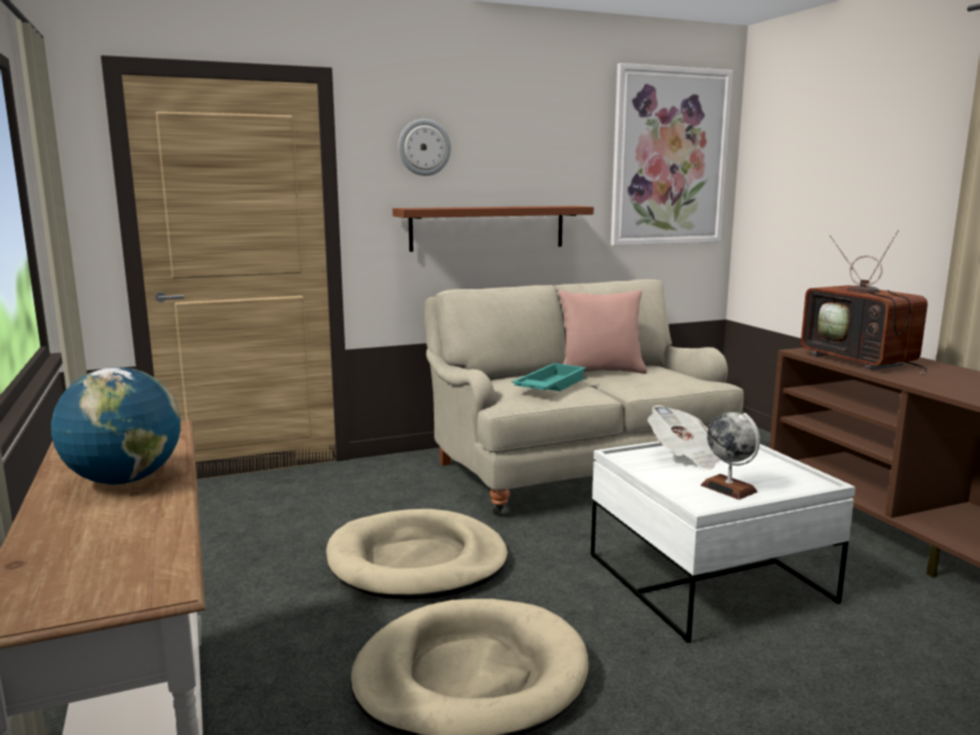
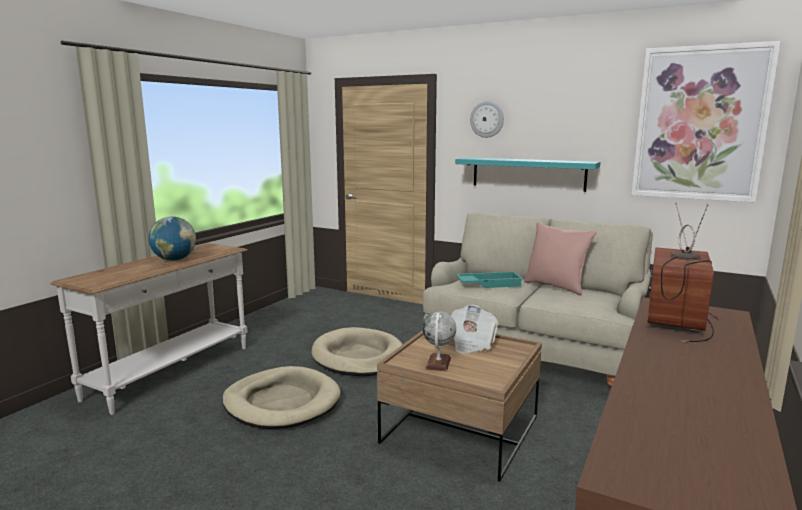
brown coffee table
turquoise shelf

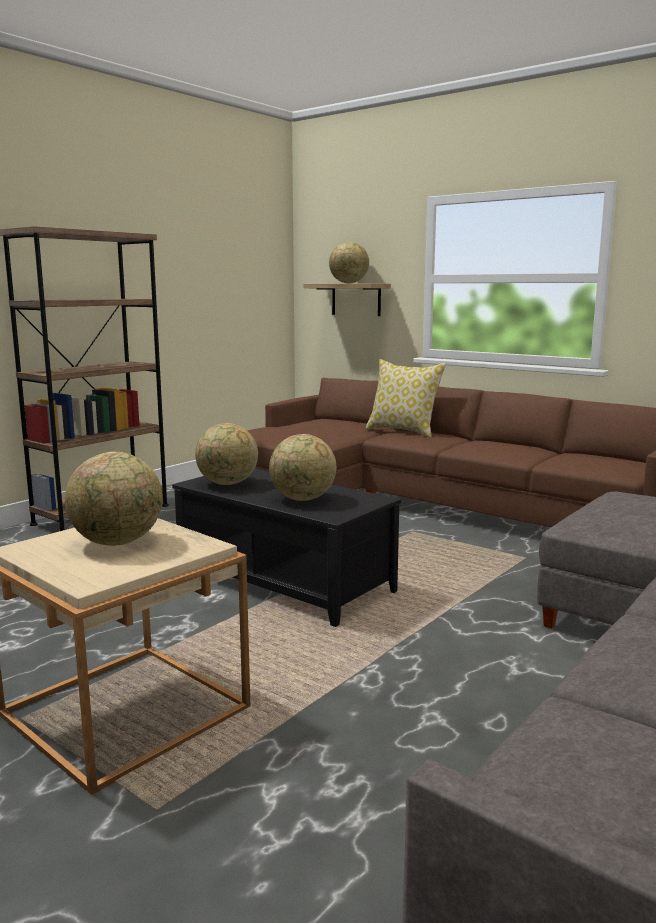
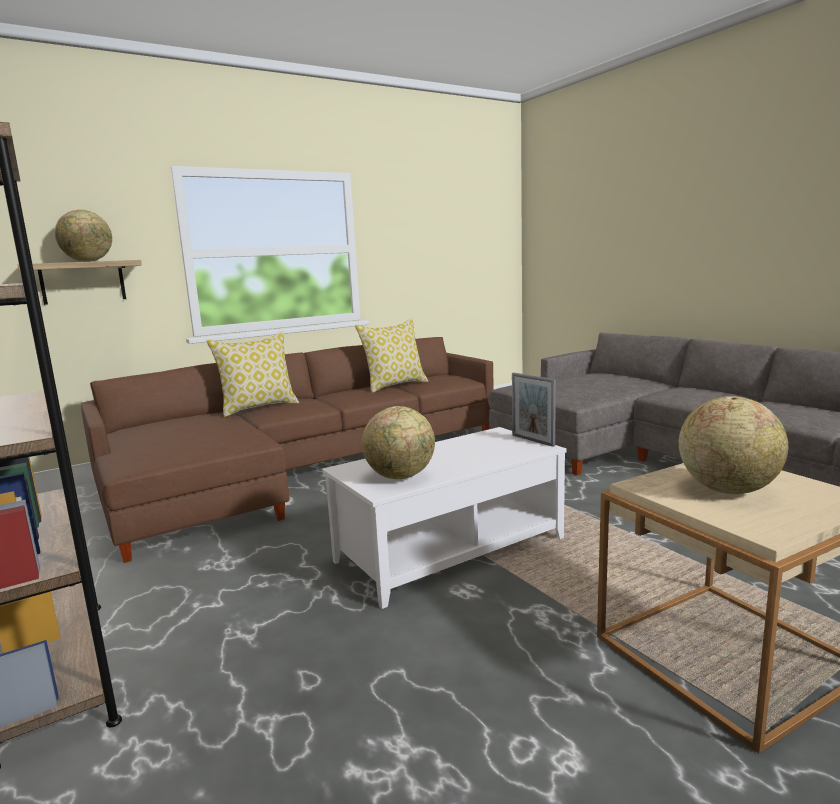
white coffee table
pillow (2nd from left)
picture frame
globe (3rd from left in the first image)

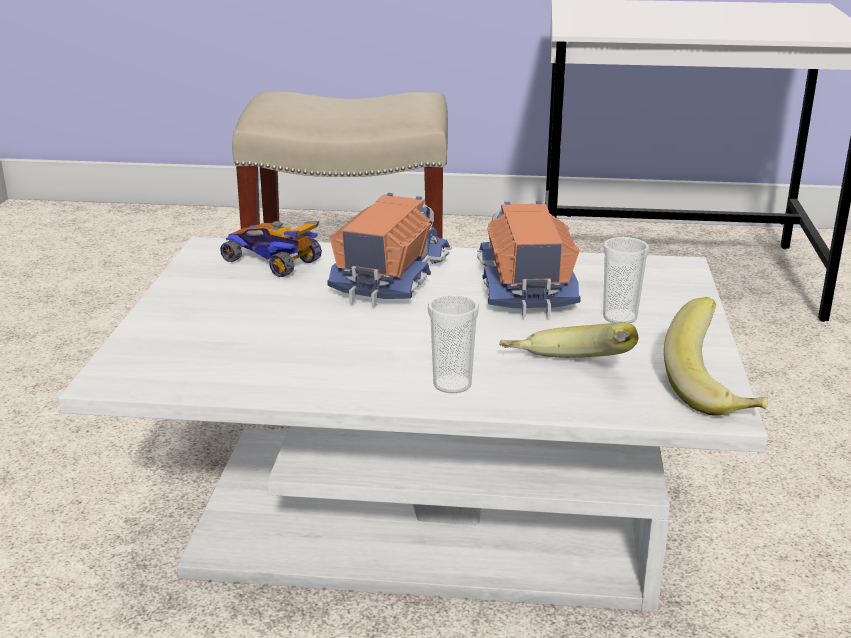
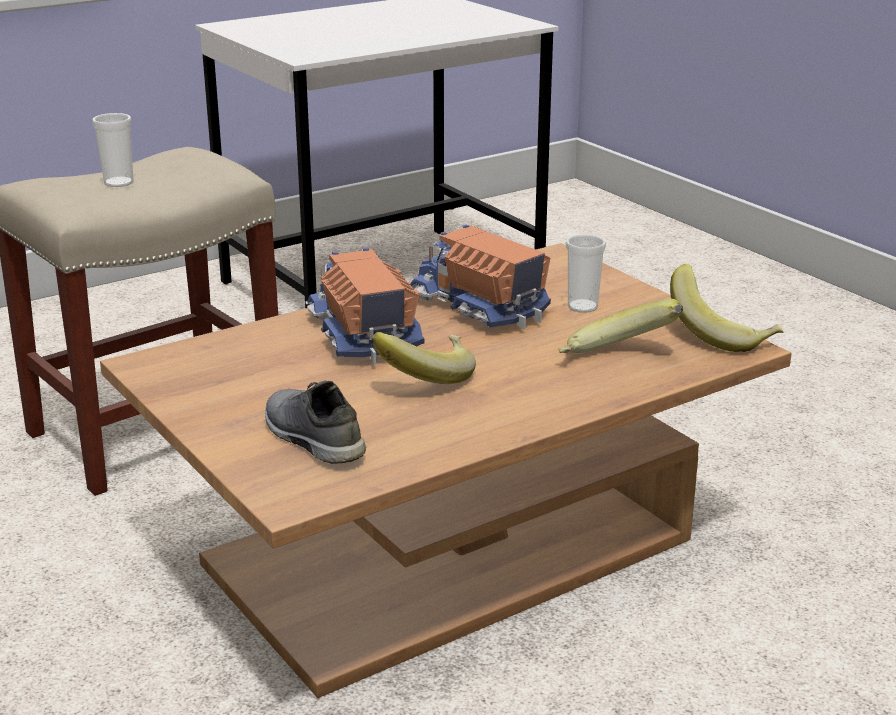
cup (1st from left)
brown coffee table
grey shoe
banana (1st from left)
toy car

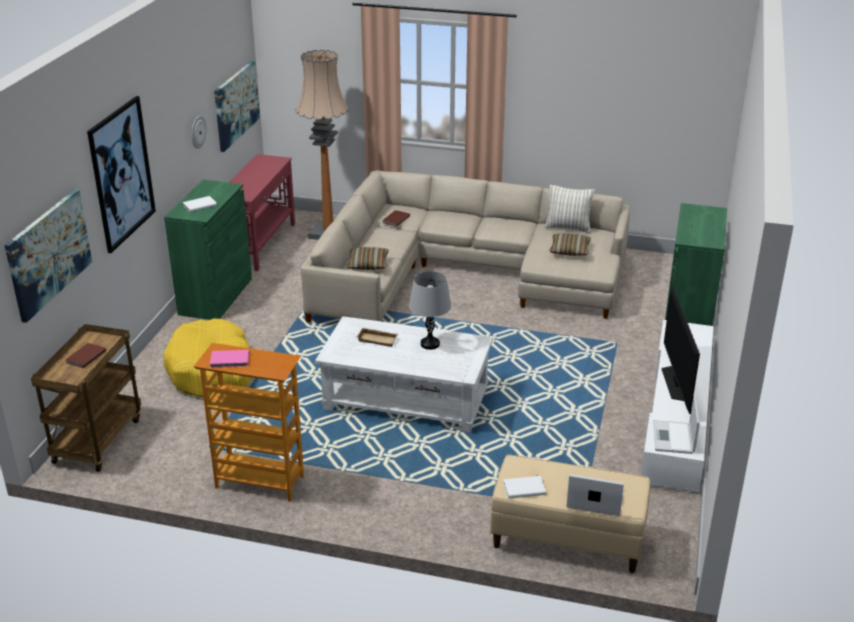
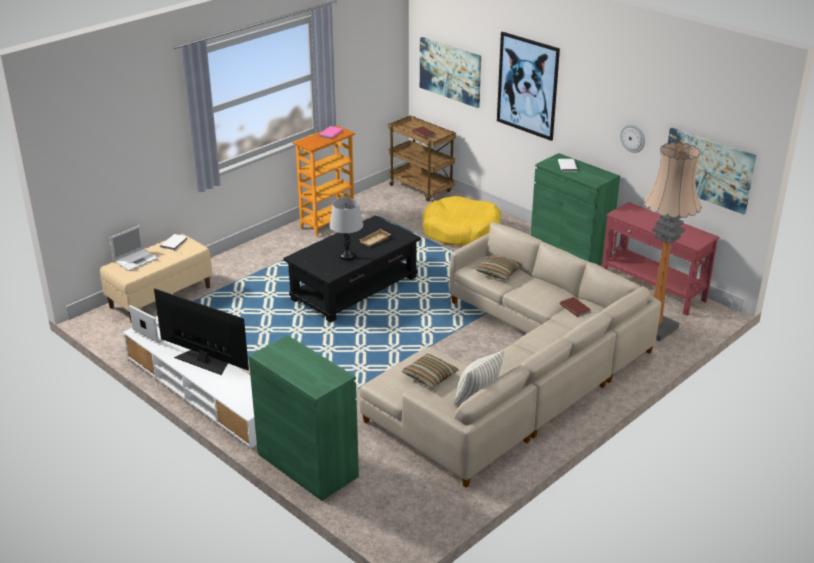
black coffee table

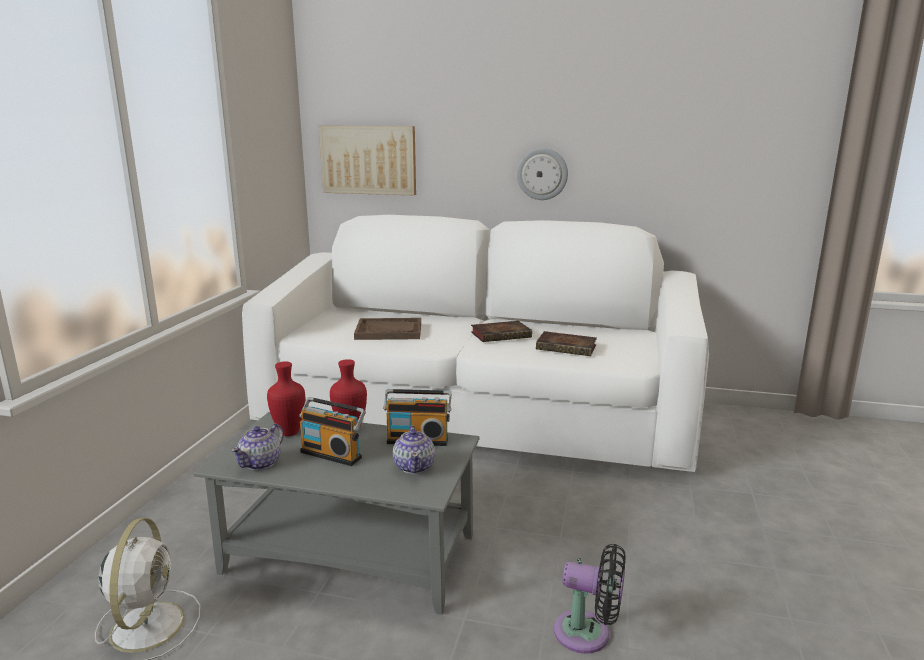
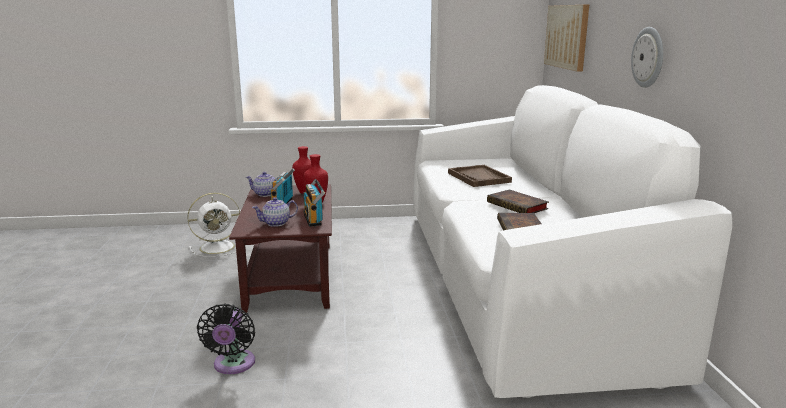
brown coffee table

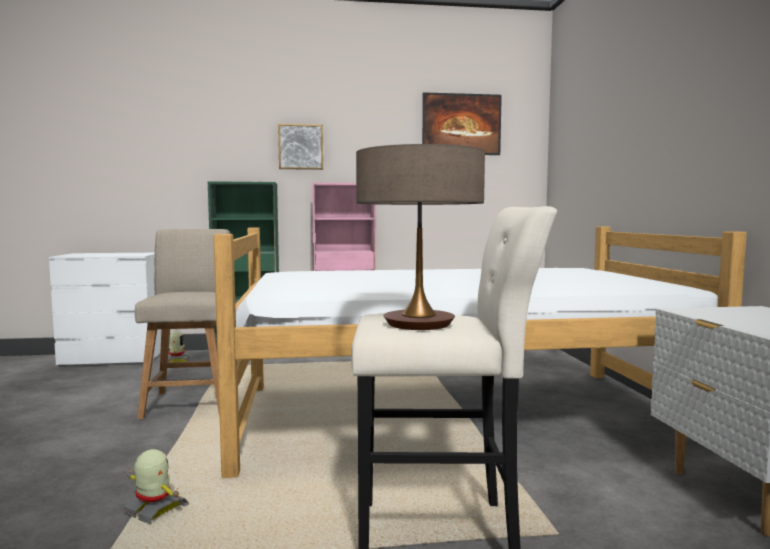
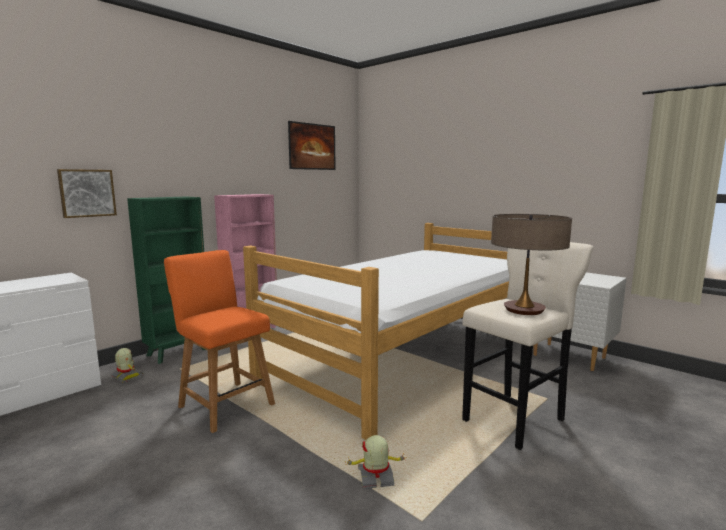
picture (1st from left)
orange chair

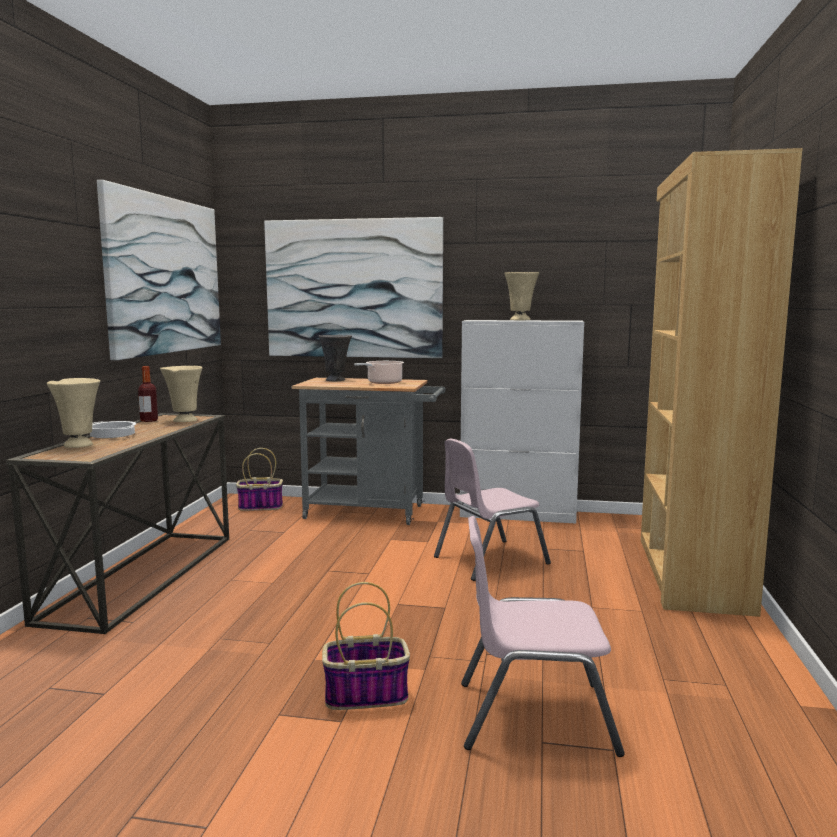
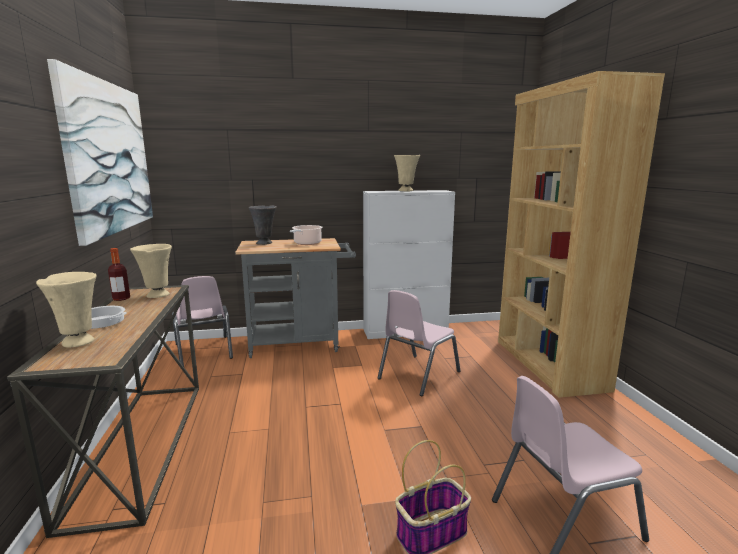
pink chair (1st from left)
picture (2nd from left in the first image)

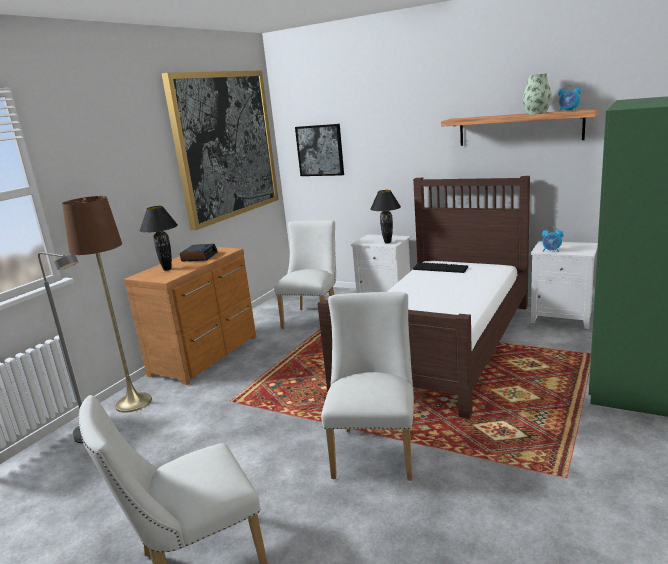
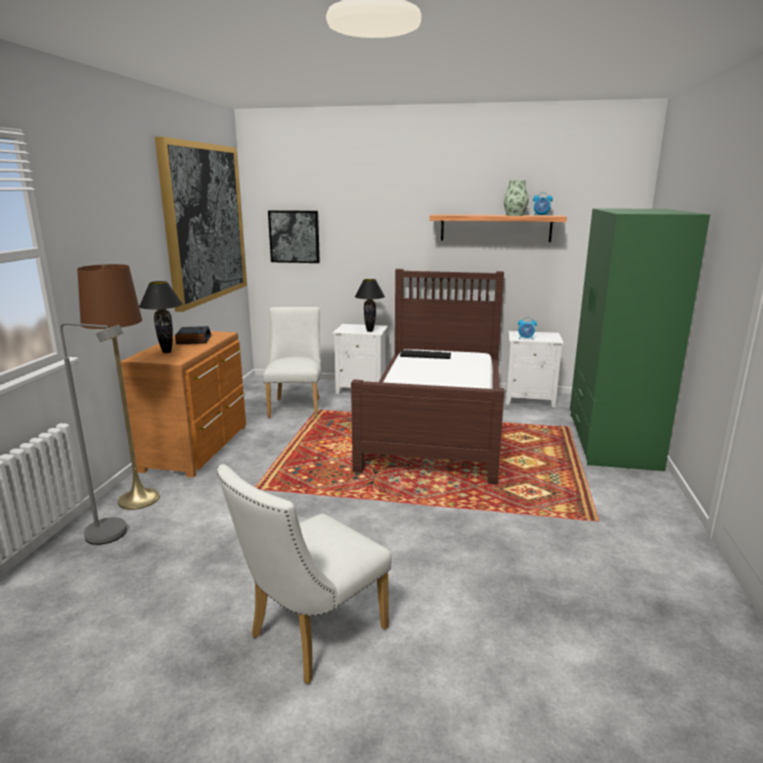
white chair (3rd from left in the first image)

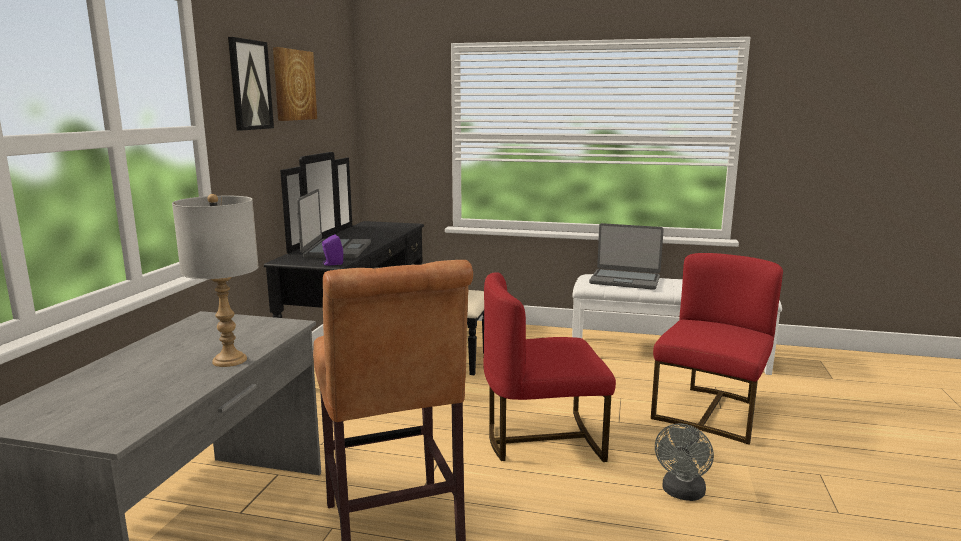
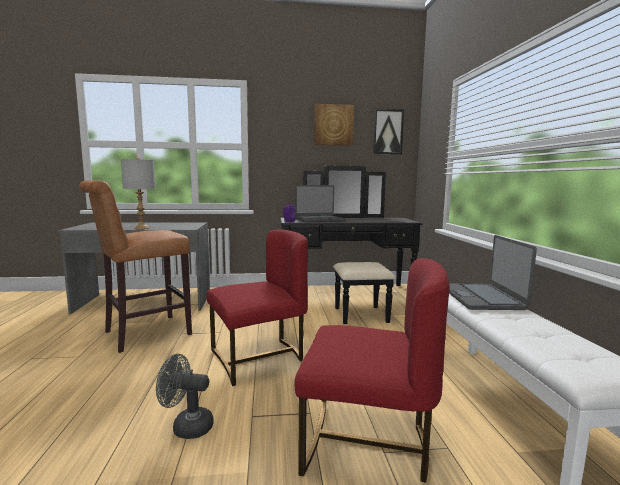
red chair (1st from left)
picture (2nd from left)

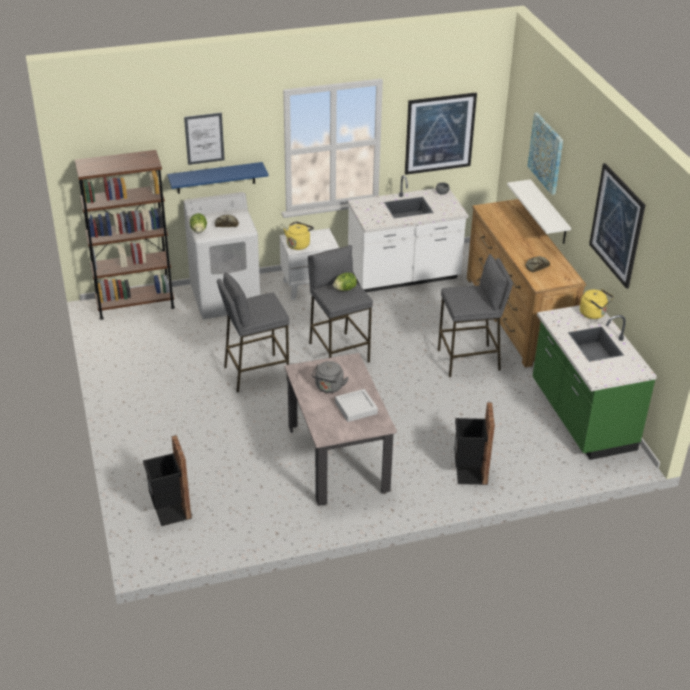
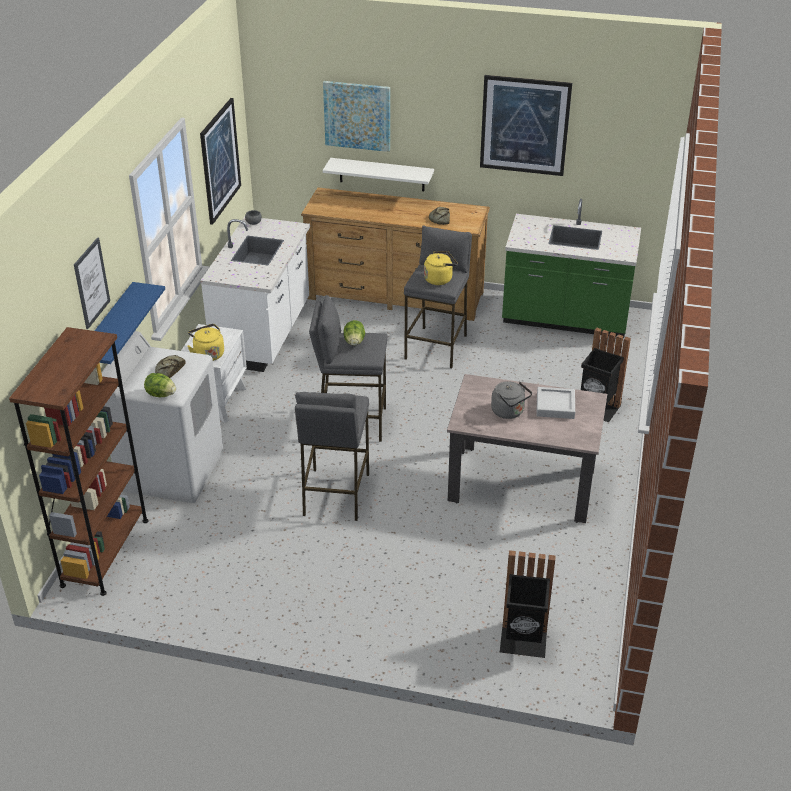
yellow kettle (2nd from left)

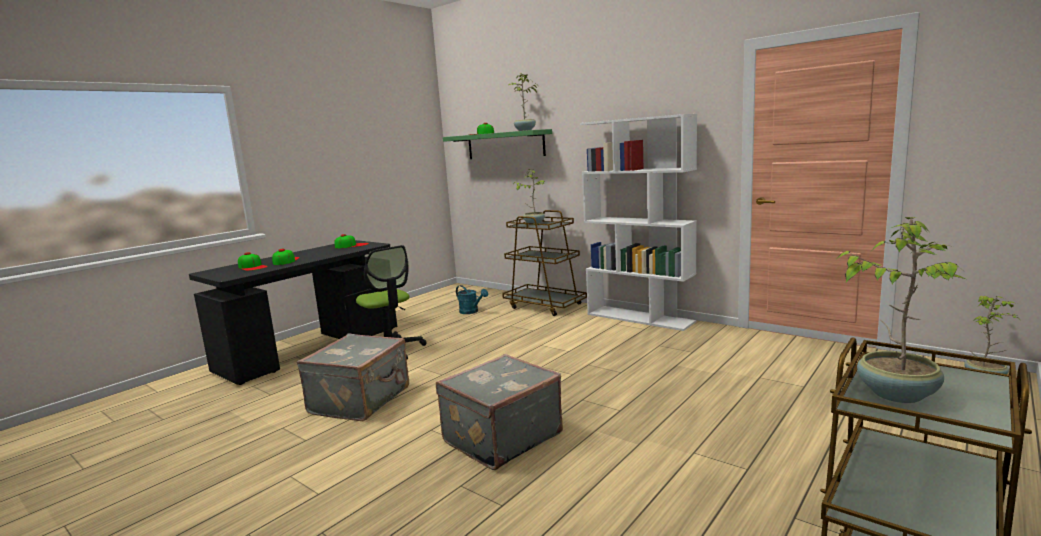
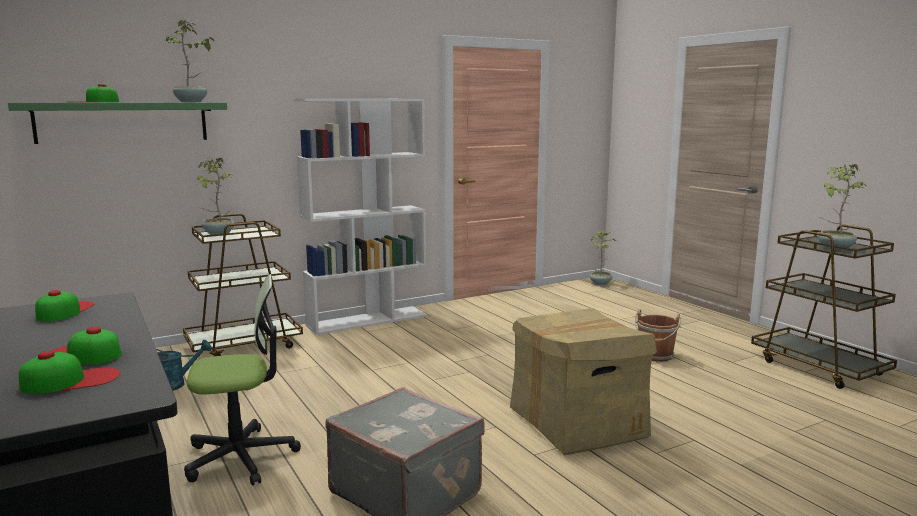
cardboard box
brown bucket

